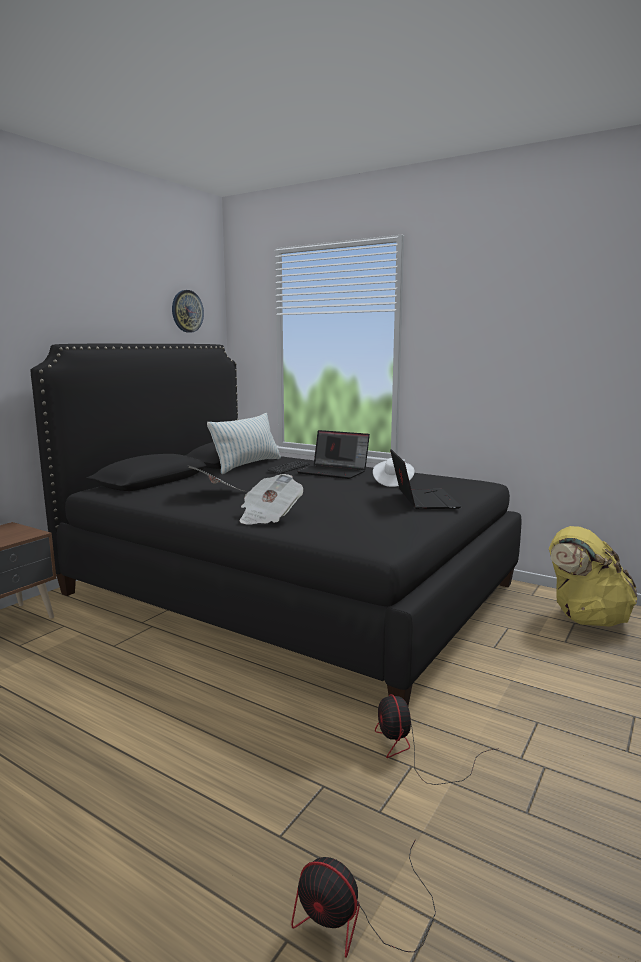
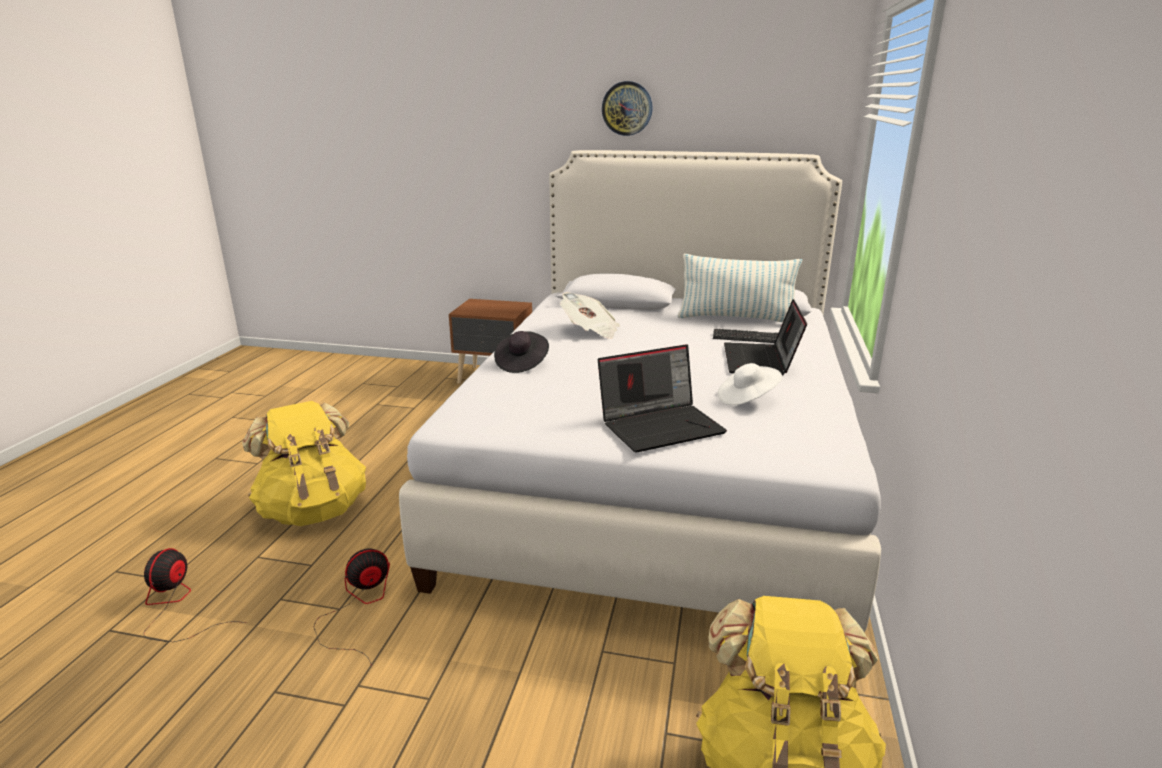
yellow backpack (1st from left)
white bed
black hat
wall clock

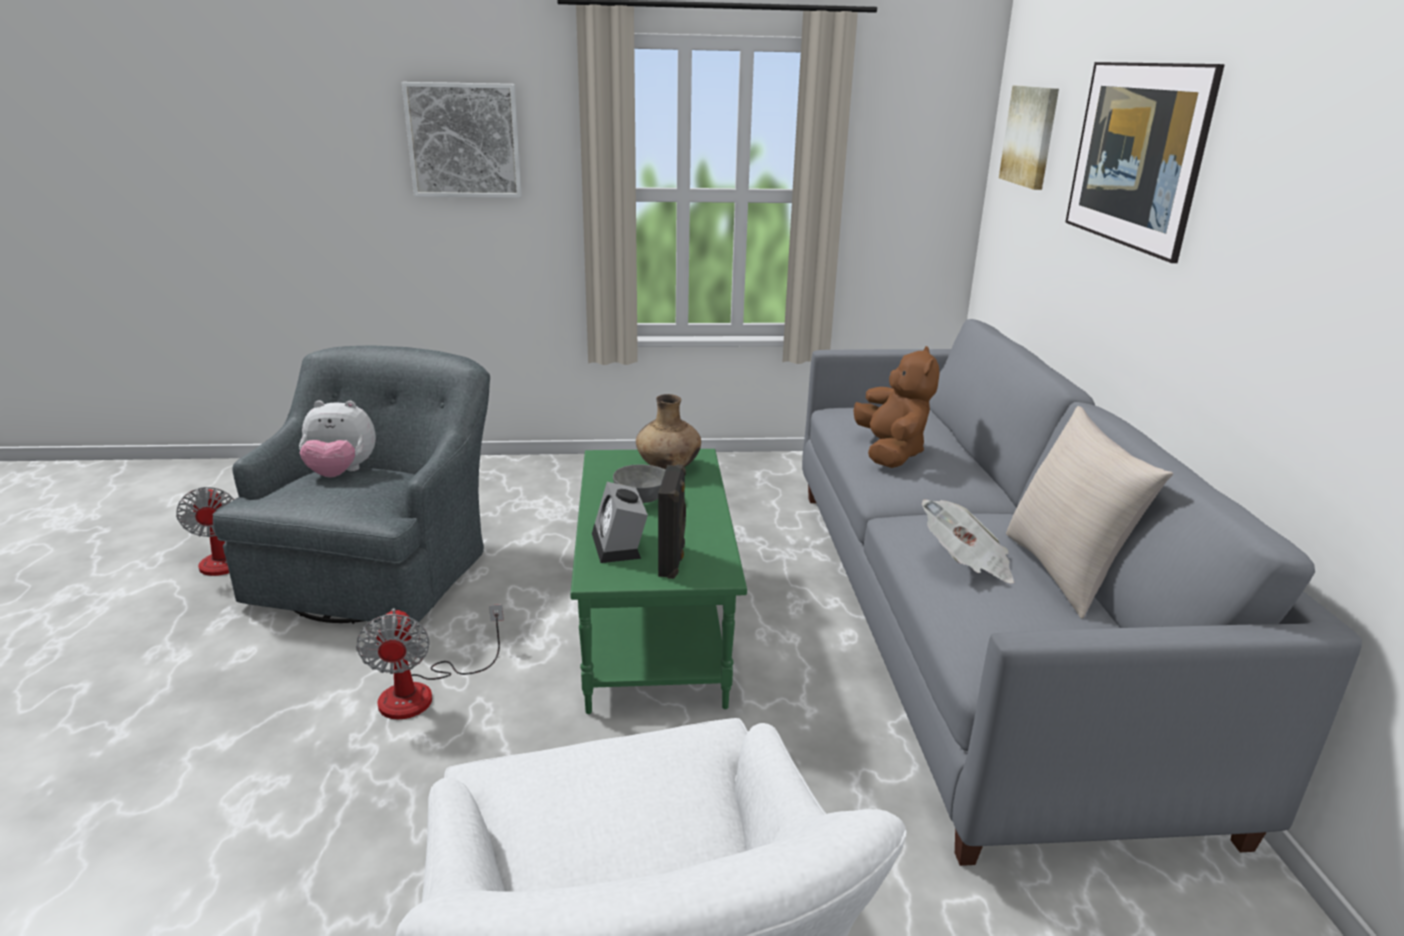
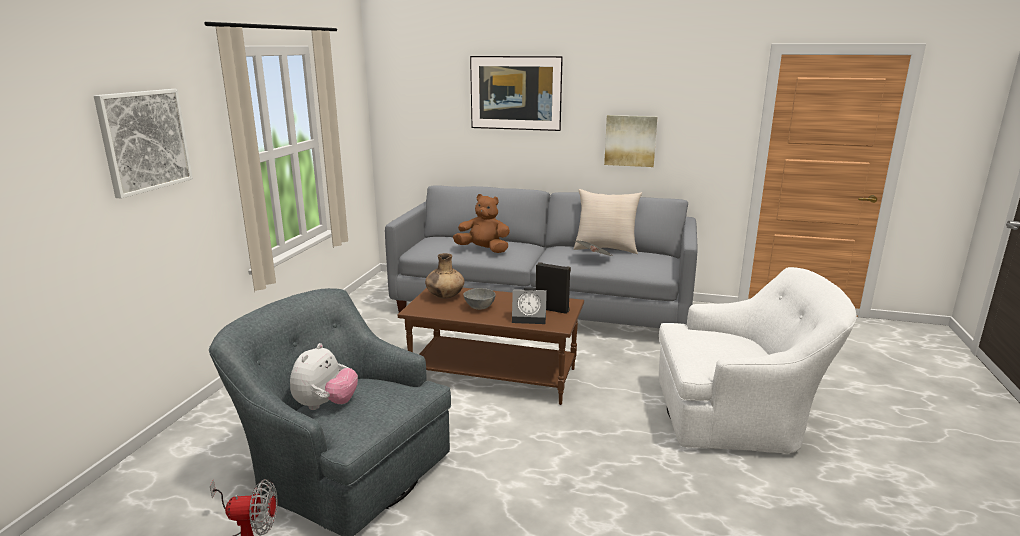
brown coffee table
picture (3rd from left)
fan (2nd from left in the first image)

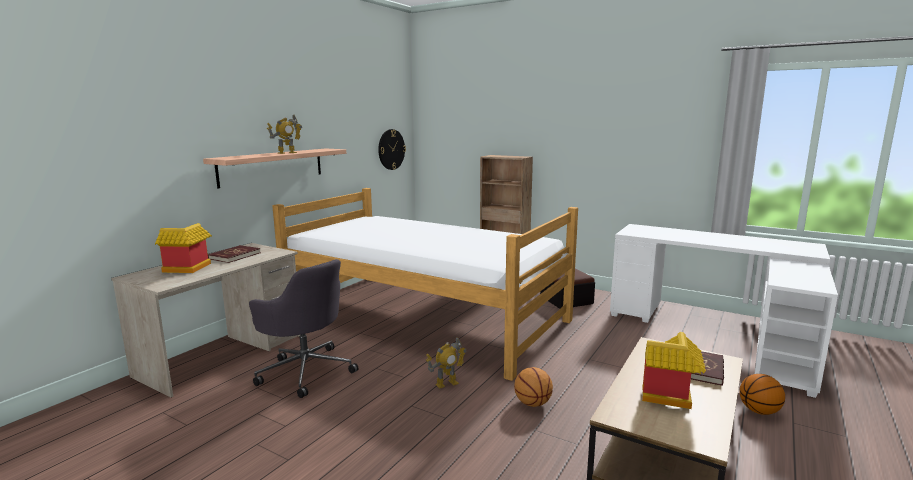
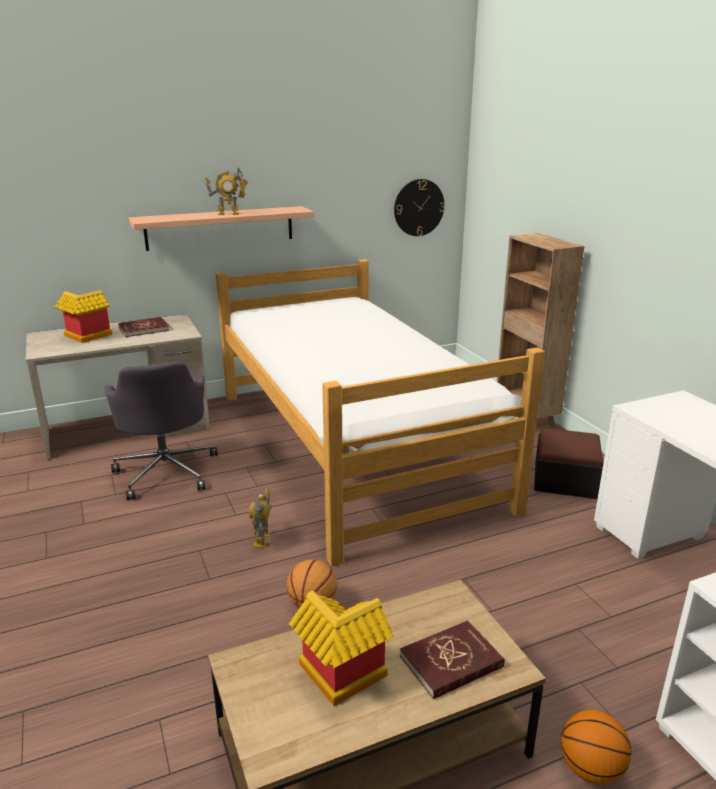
toy robot (2nd from left)

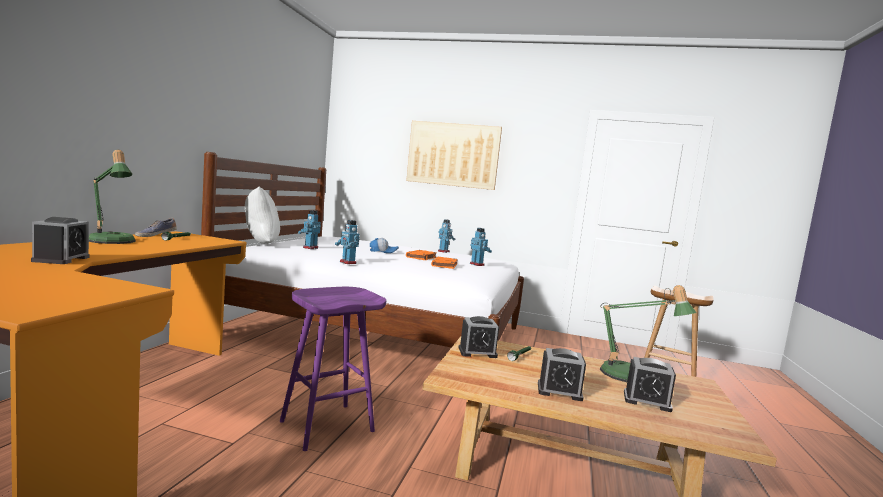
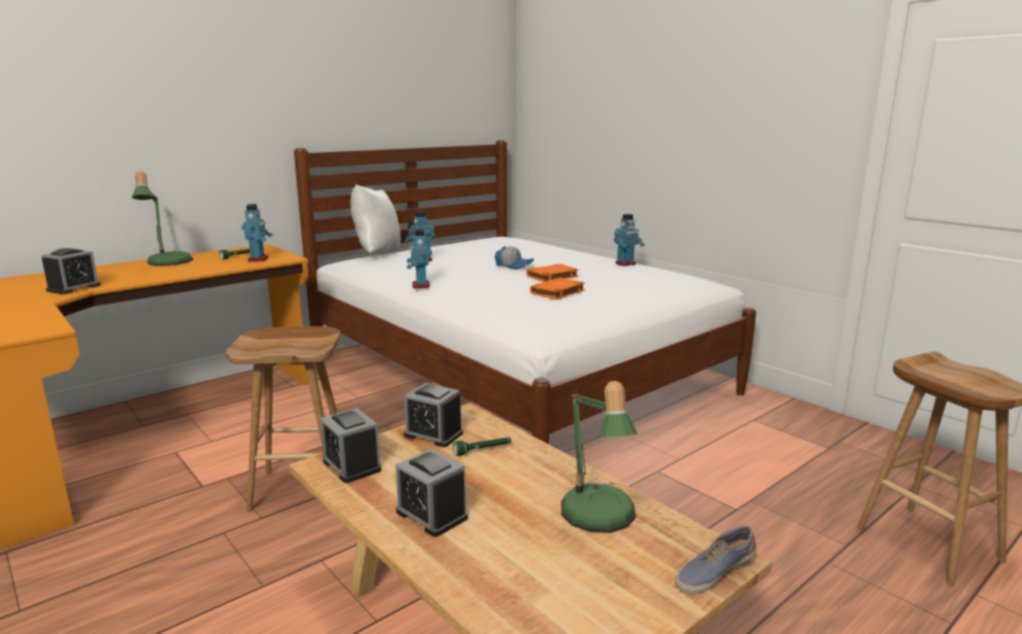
brown stool (1st from left)
toy robot (1st from left)
alarm clock (2nd from left)
shoe
picture

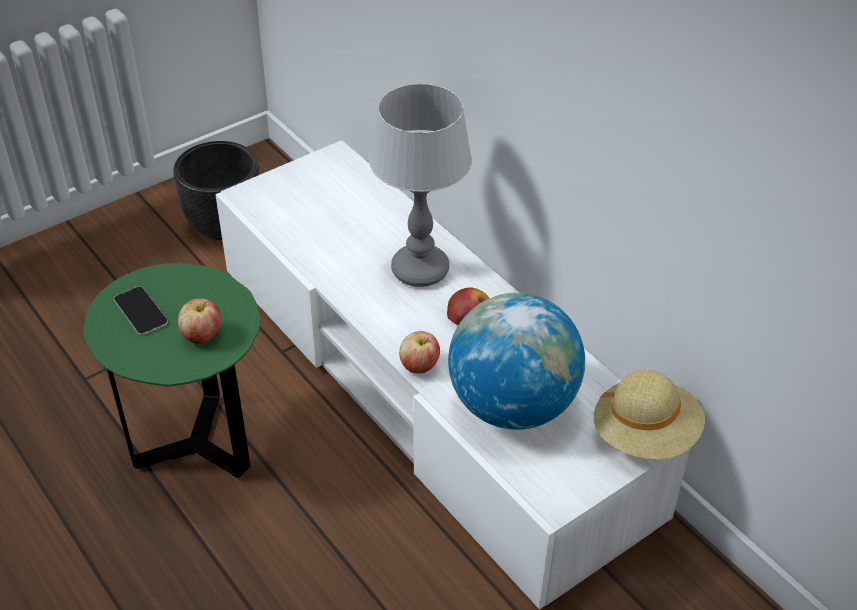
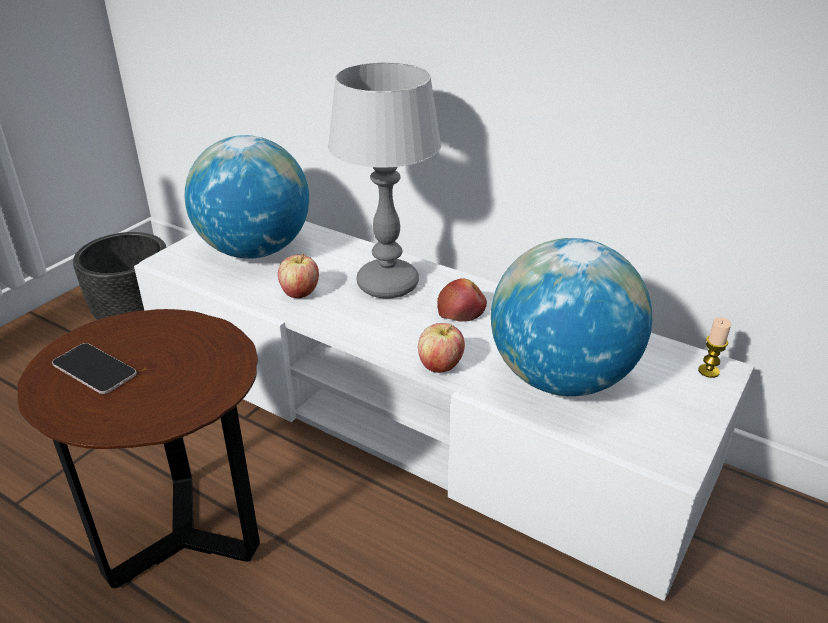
brown side table
globe (1st from left)
apple (1st from left)
candle

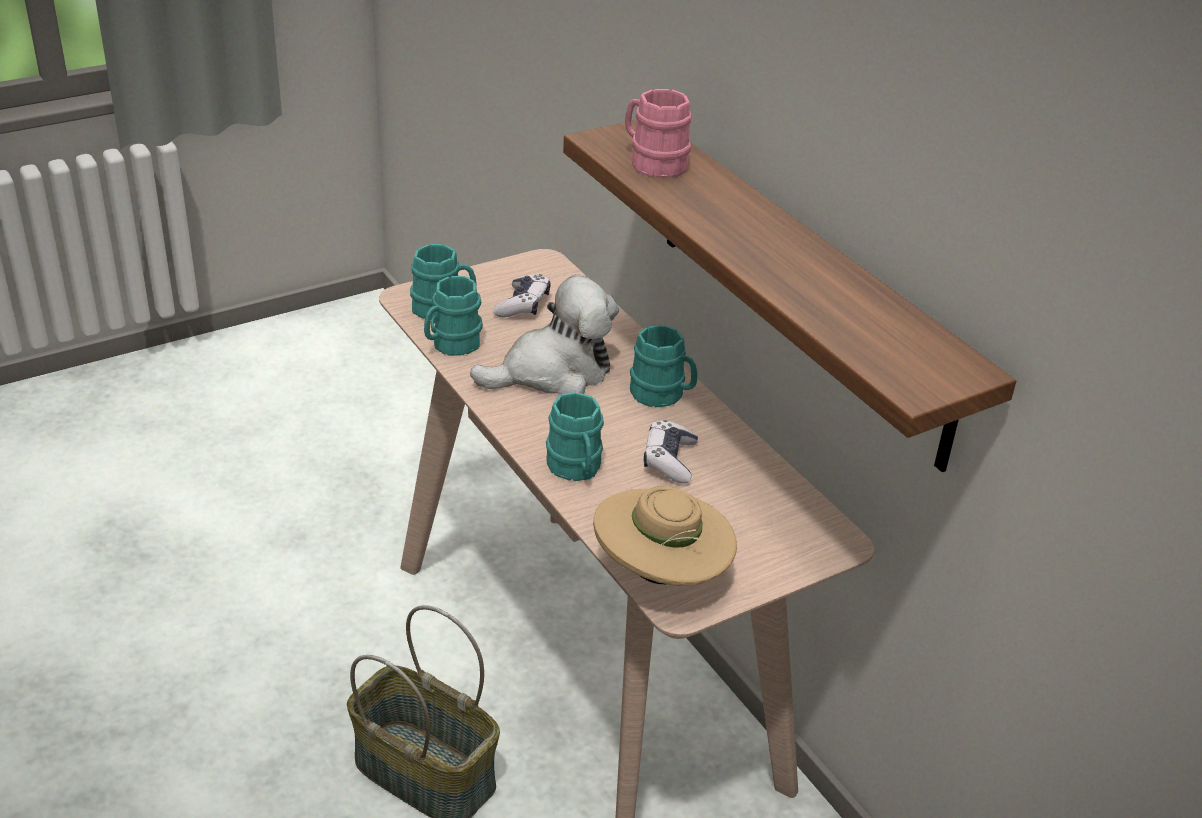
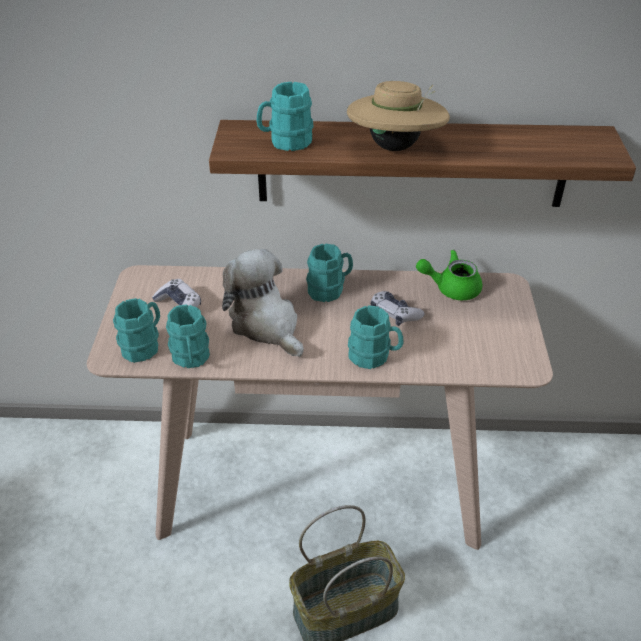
plush toy
turquoise mug (3rd from left)
beige hat
green teapot

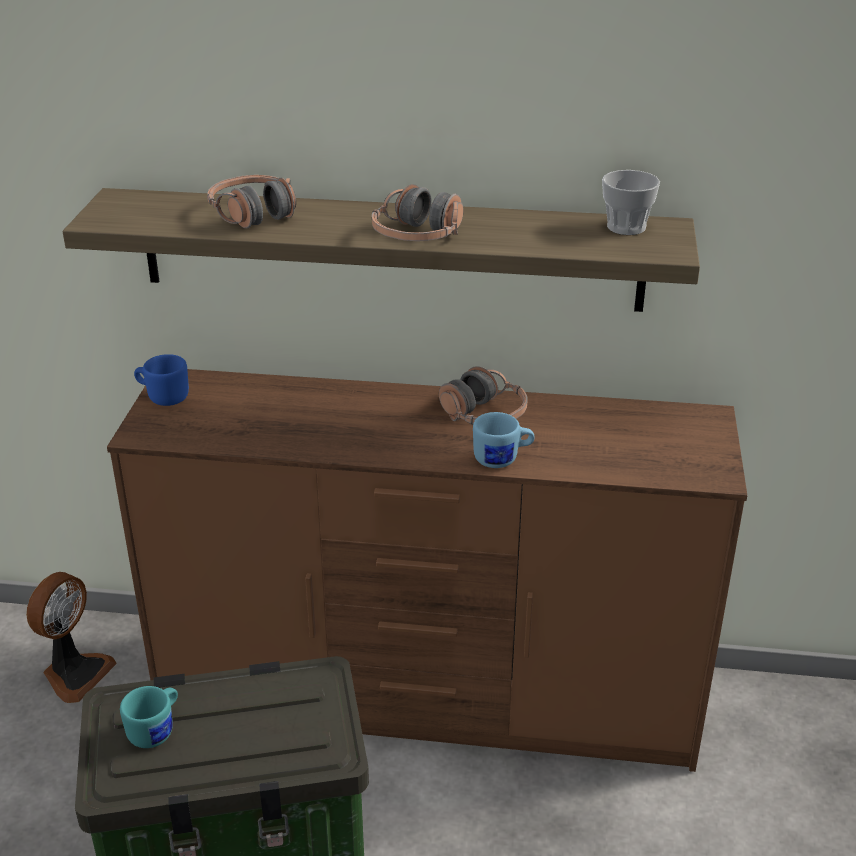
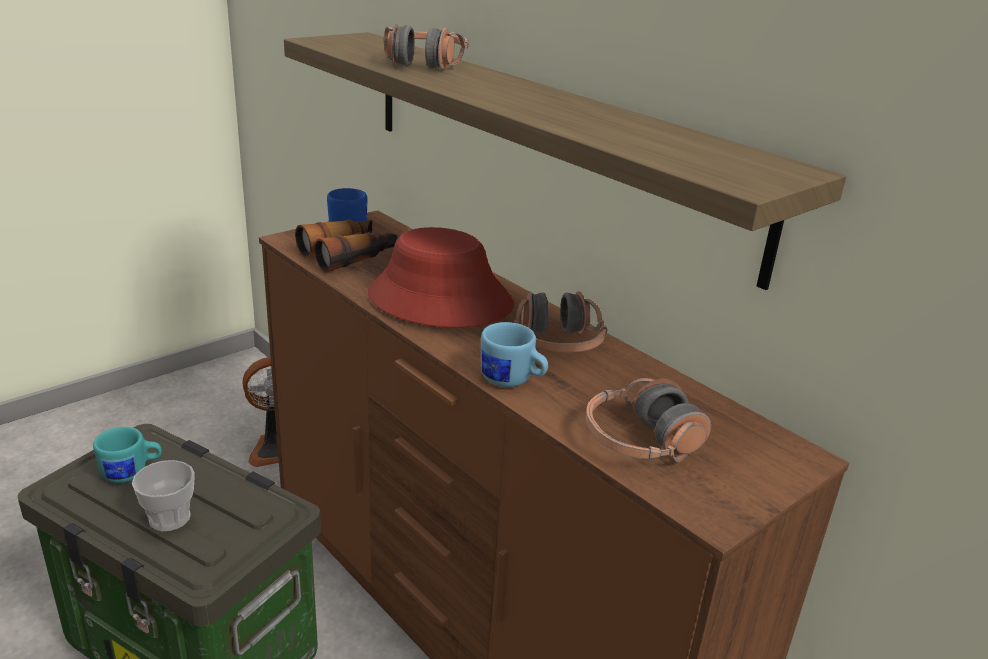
cup
binoculars
red hat
headphones (3rd from left)

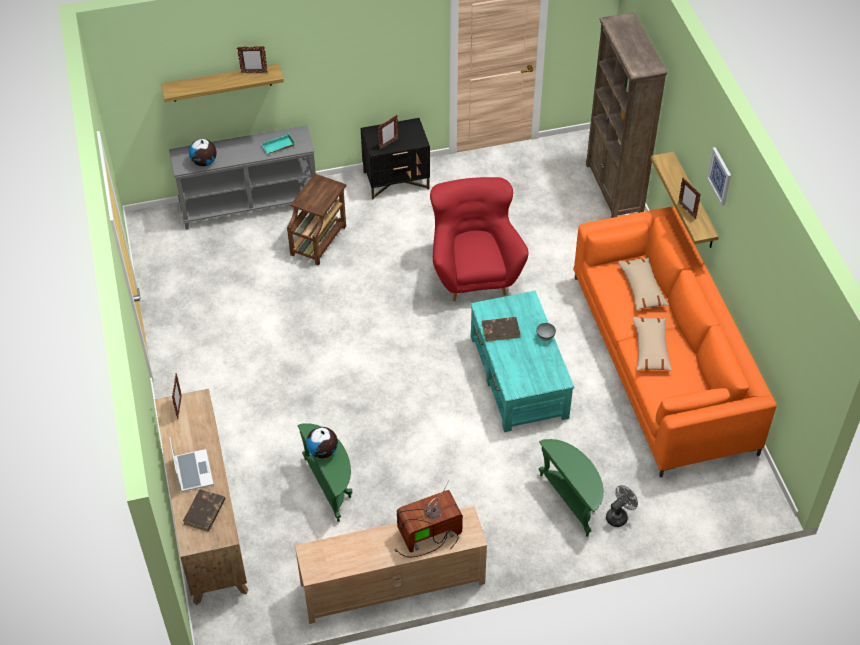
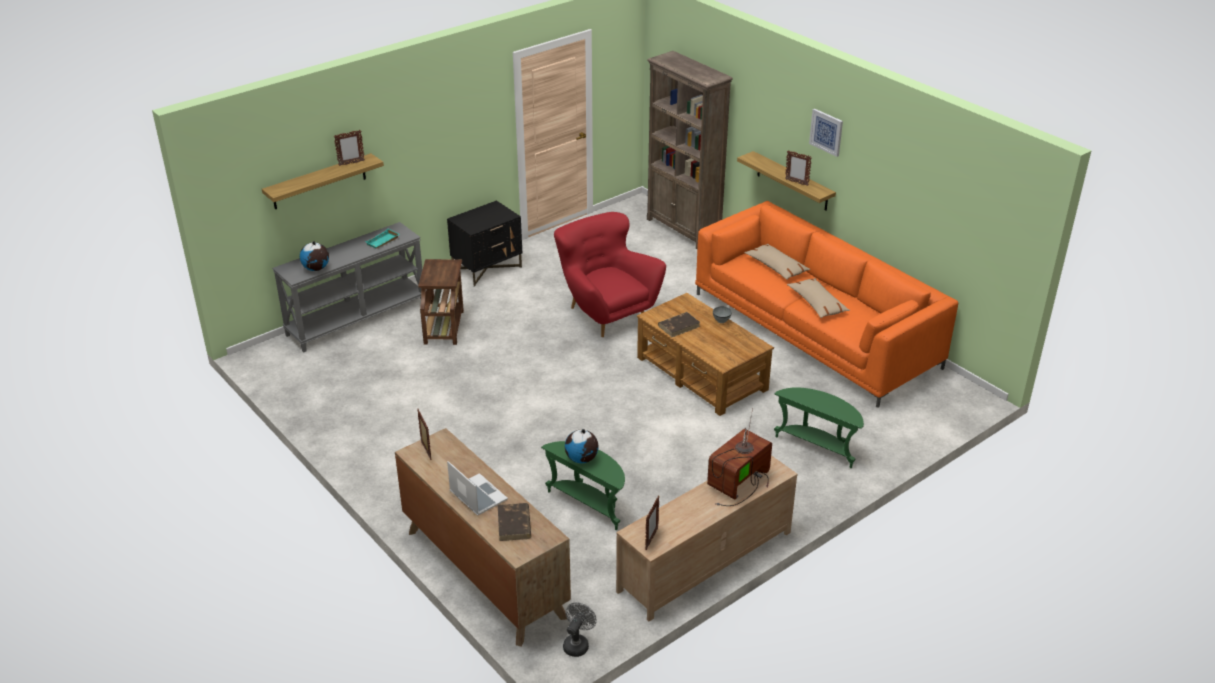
grey fan
brown coffee table
picture frame (3rd from left)

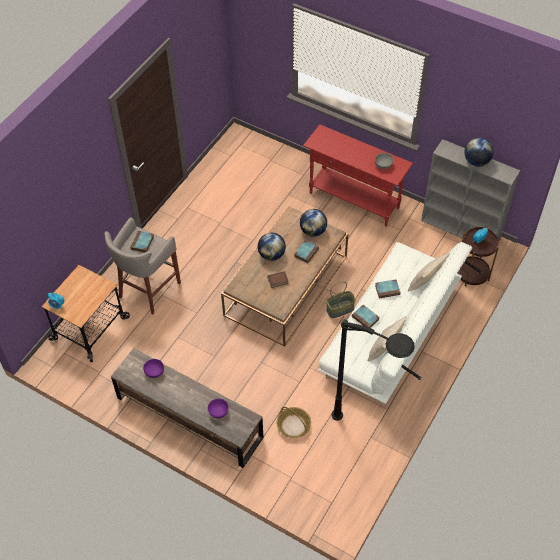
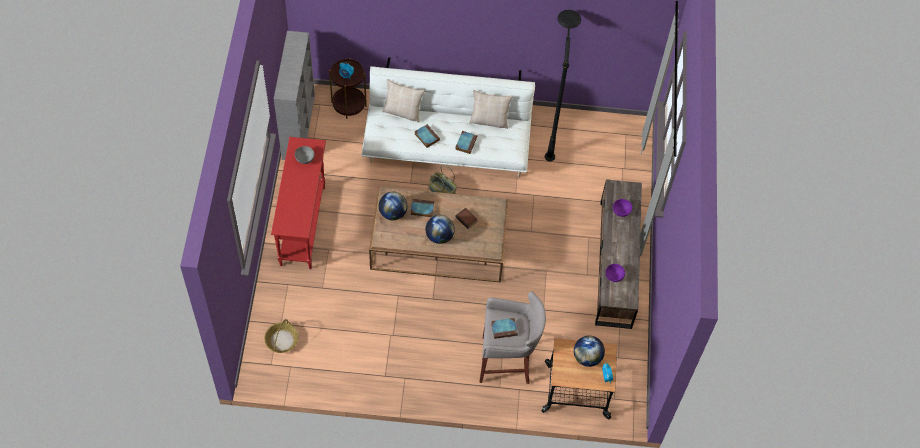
basket (1st from left)
globe (3rd from left)

